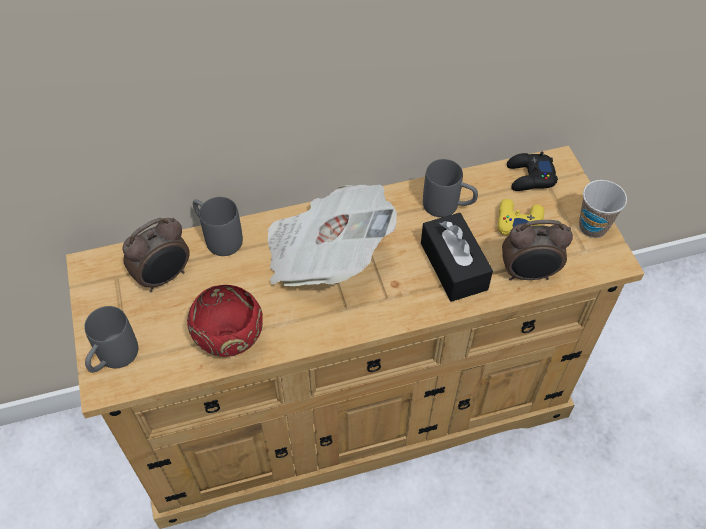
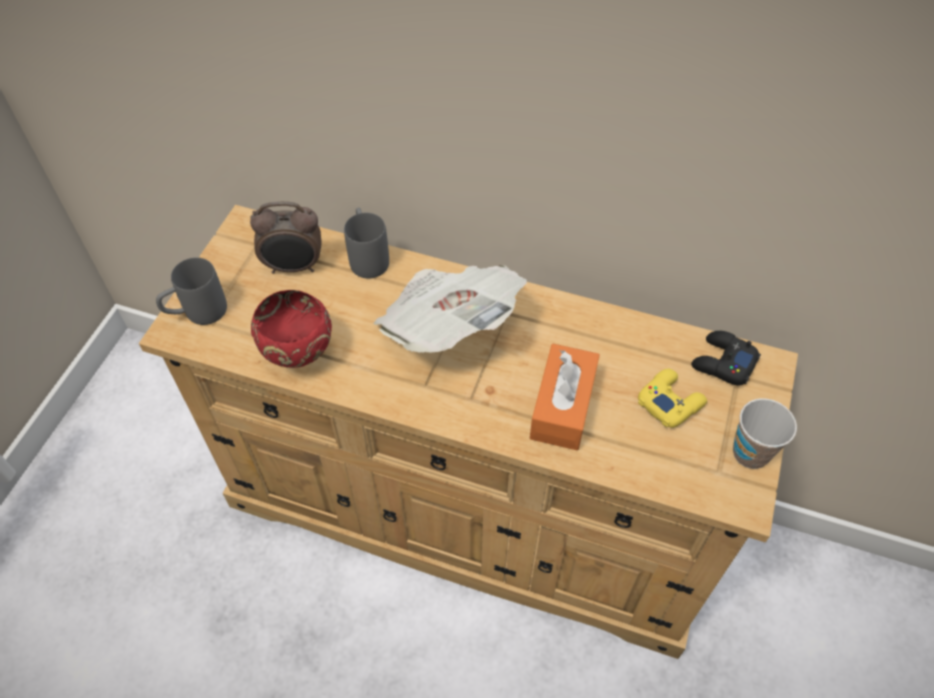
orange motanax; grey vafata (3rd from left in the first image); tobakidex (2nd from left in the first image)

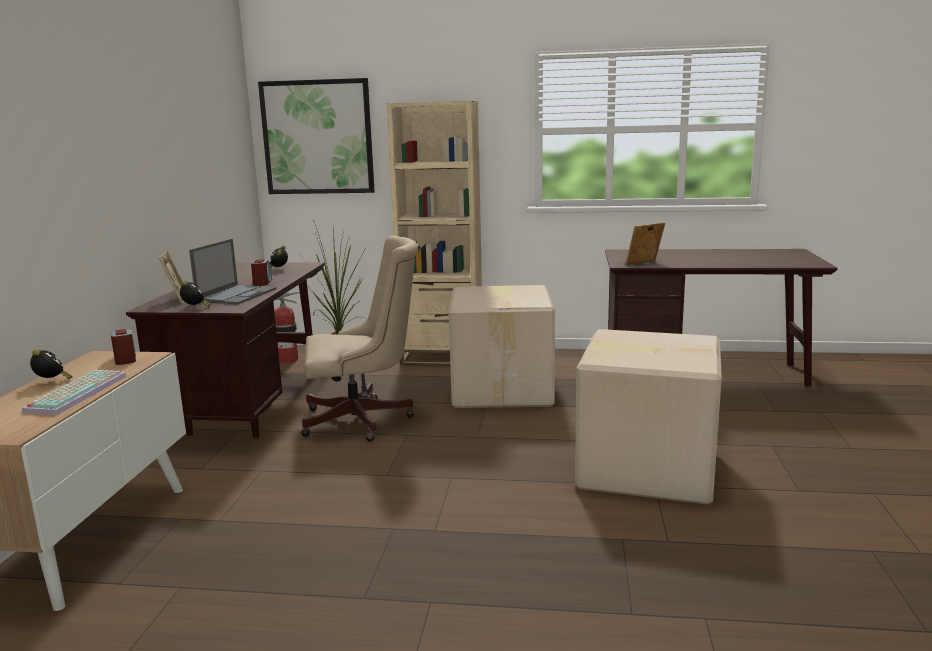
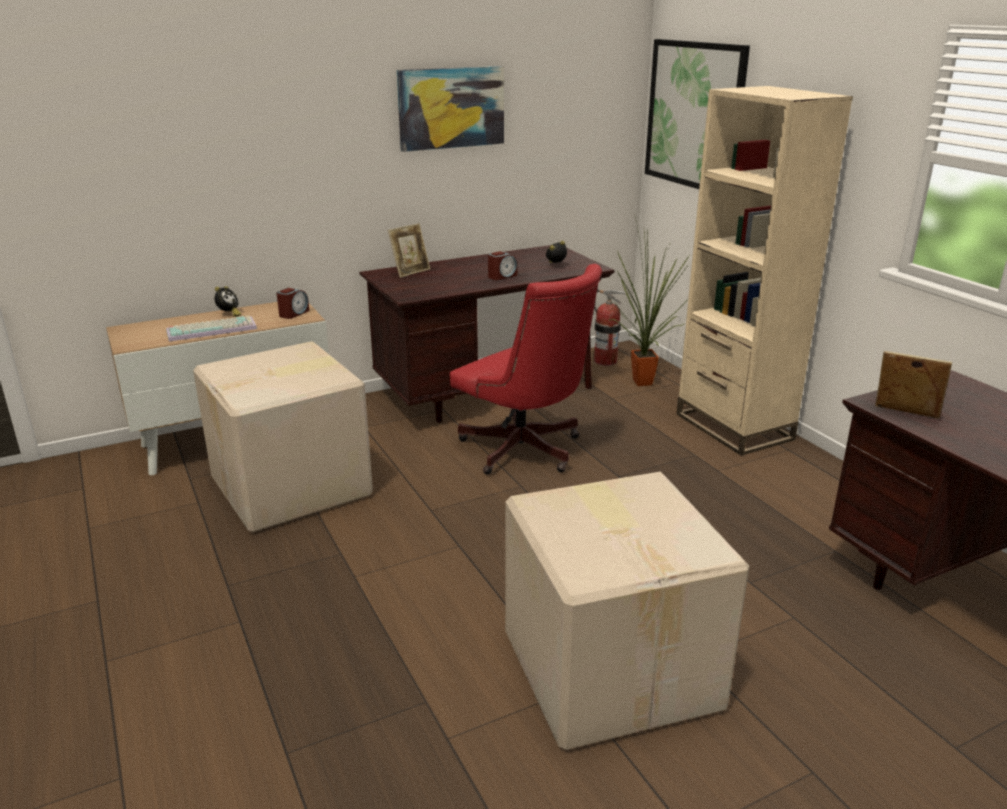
tobakidex (3rd from left in the first image); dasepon; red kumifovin; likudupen (1st from left); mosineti (1st from left)

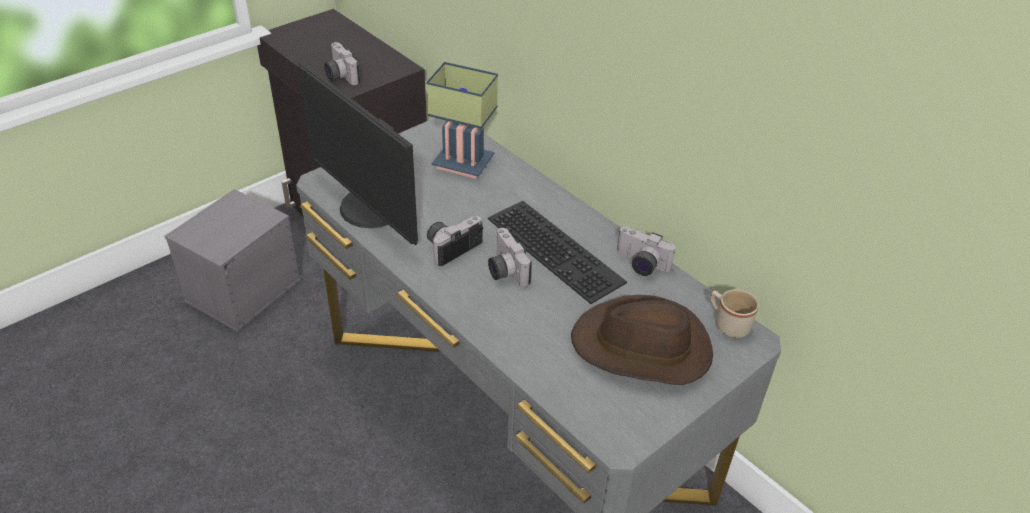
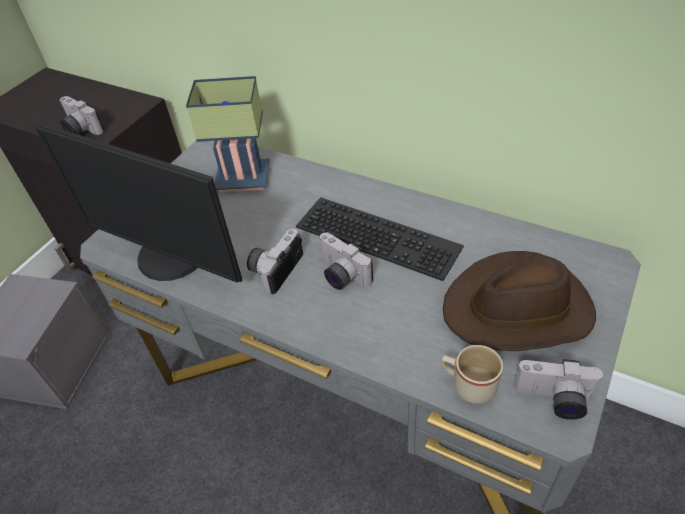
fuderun (4th from left); beige vafata

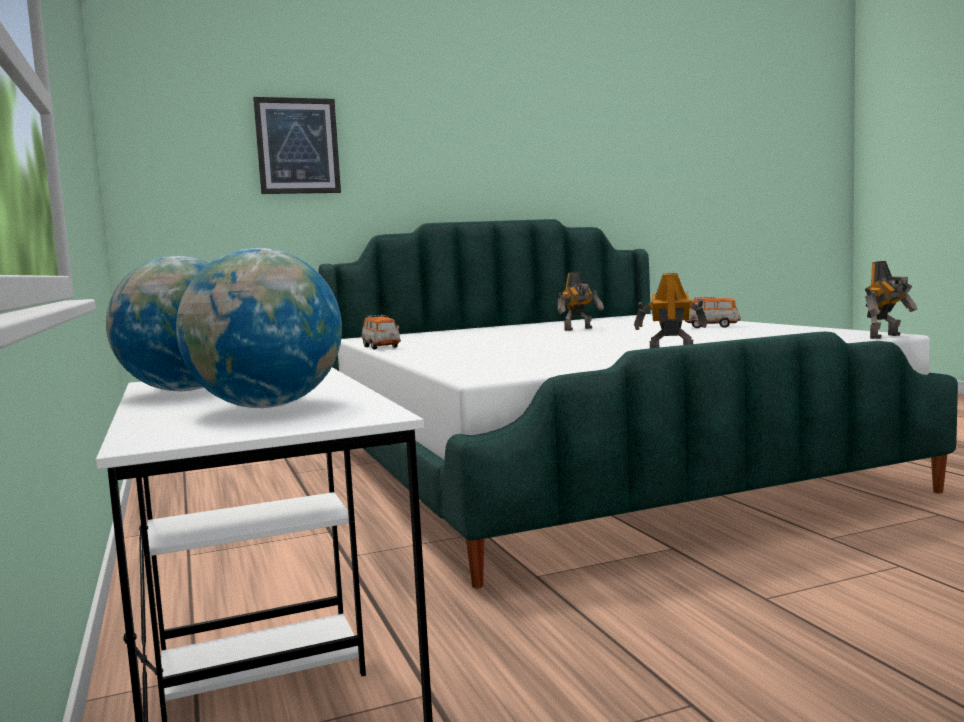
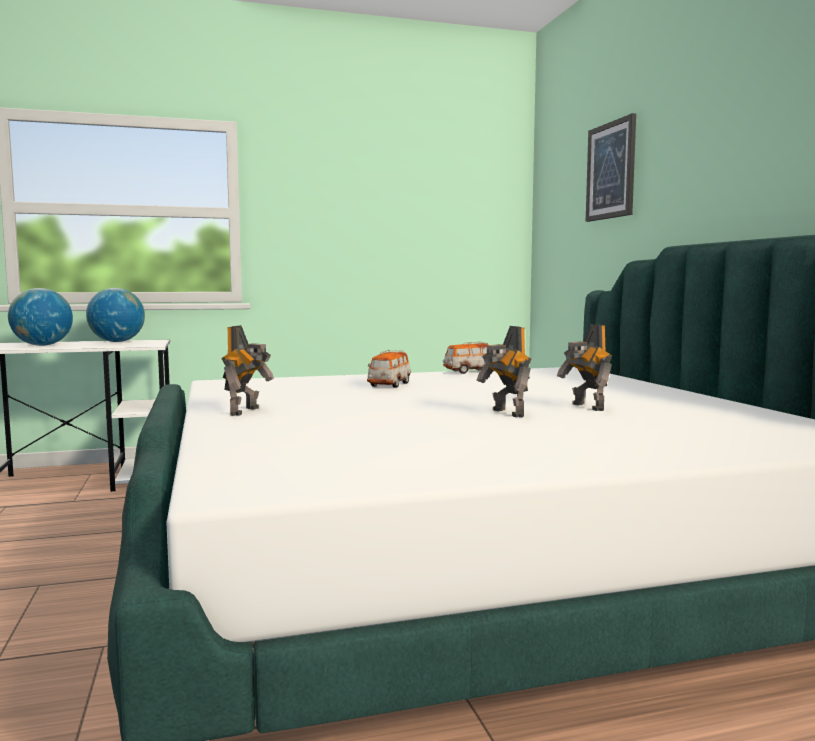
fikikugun (1st from left); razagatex (2nd from left)

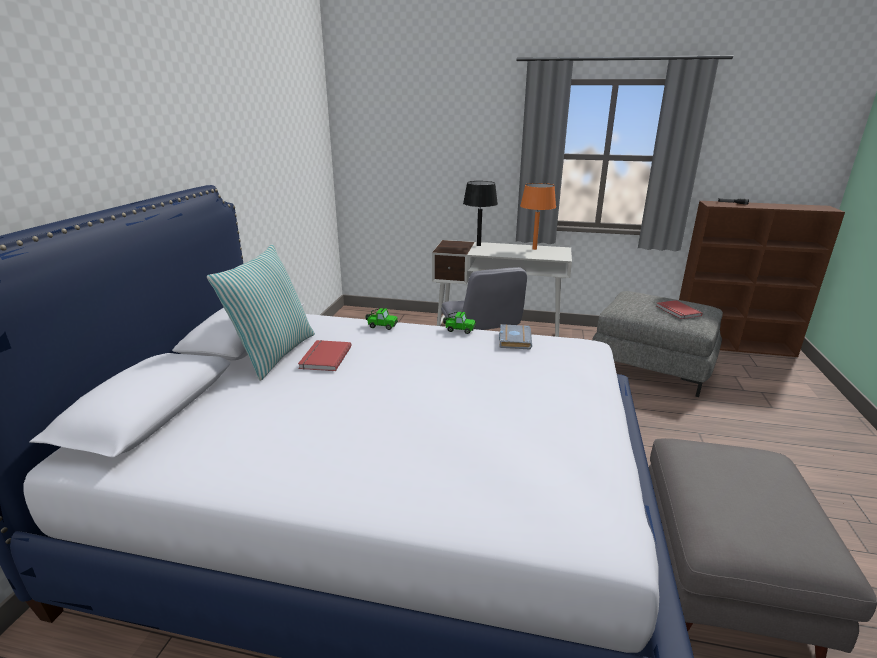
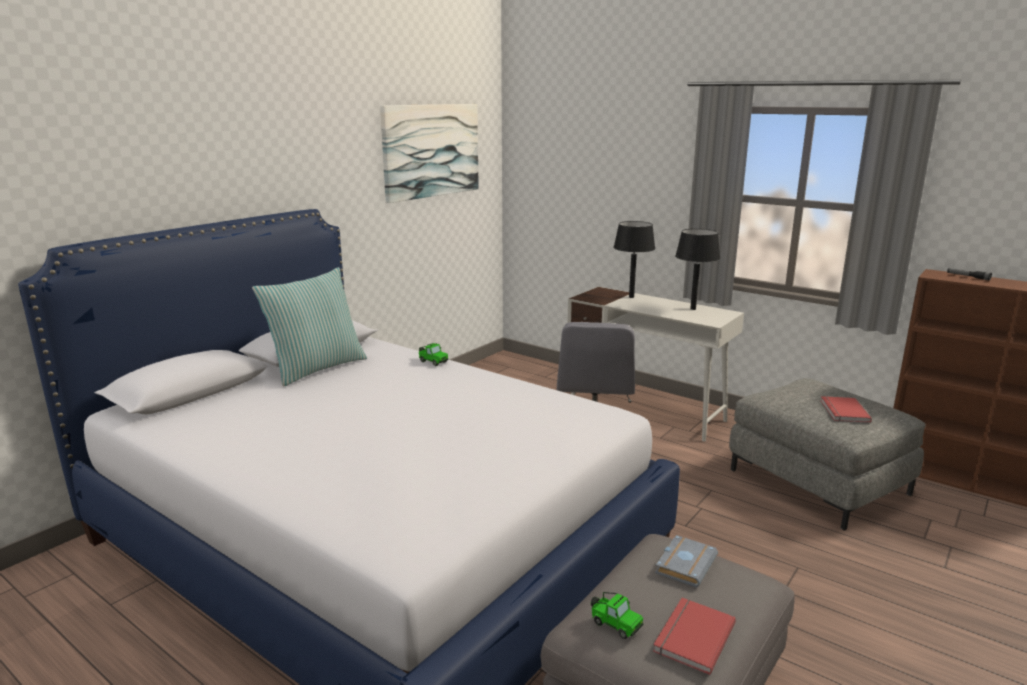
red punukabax (1st from left); fikikugun (2nd from left); grey punukabax; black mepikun (2nd from left); mosineti

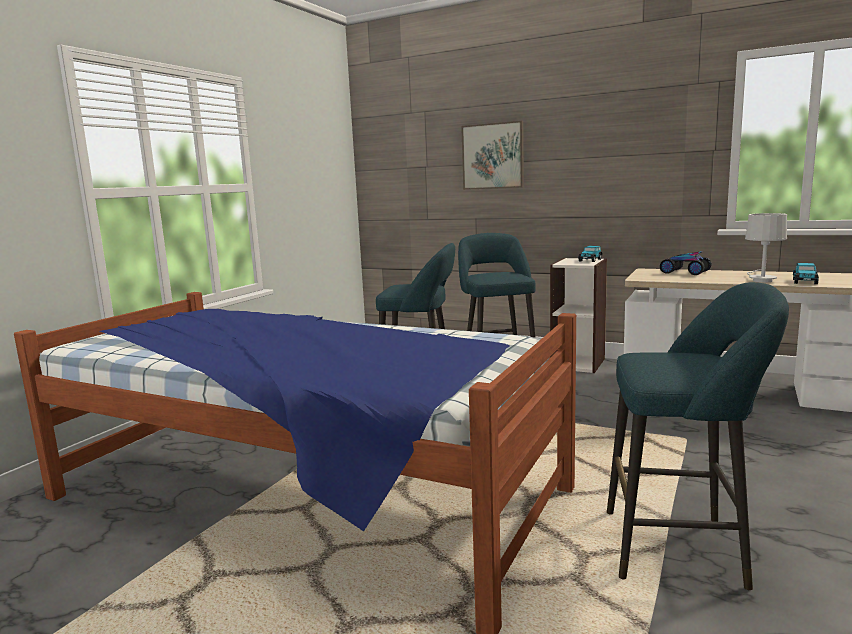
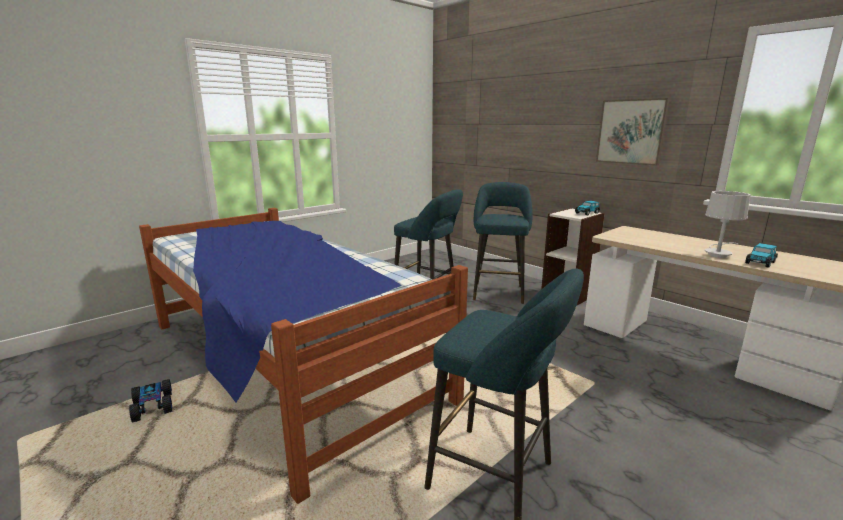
mosineti; fikikugun (1st from left)

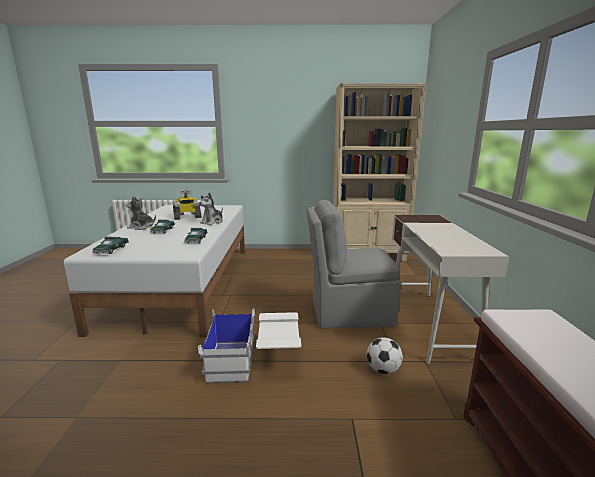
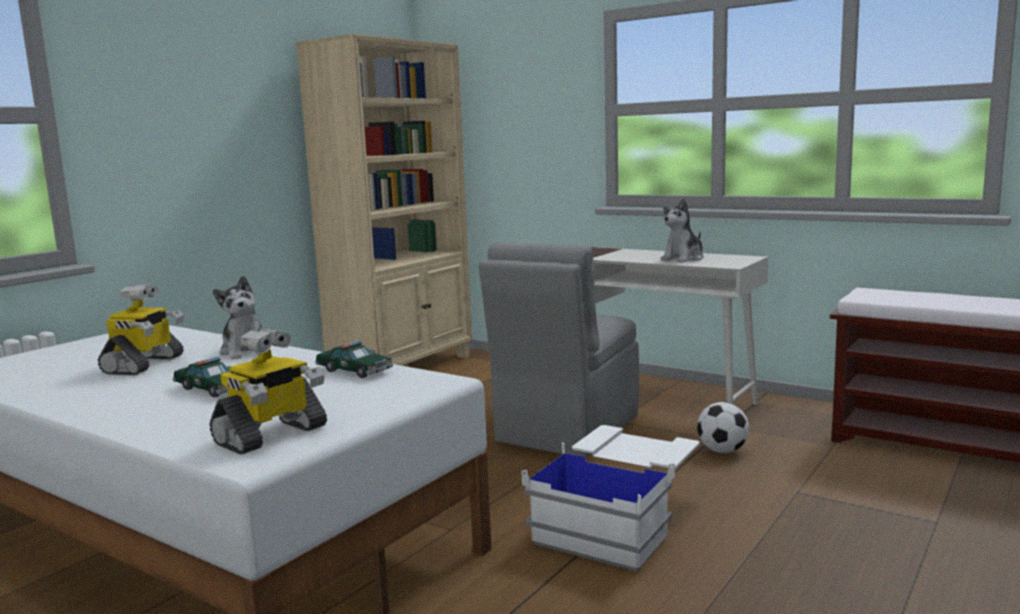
razagatex (2nd from left); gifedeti (2nd from left)

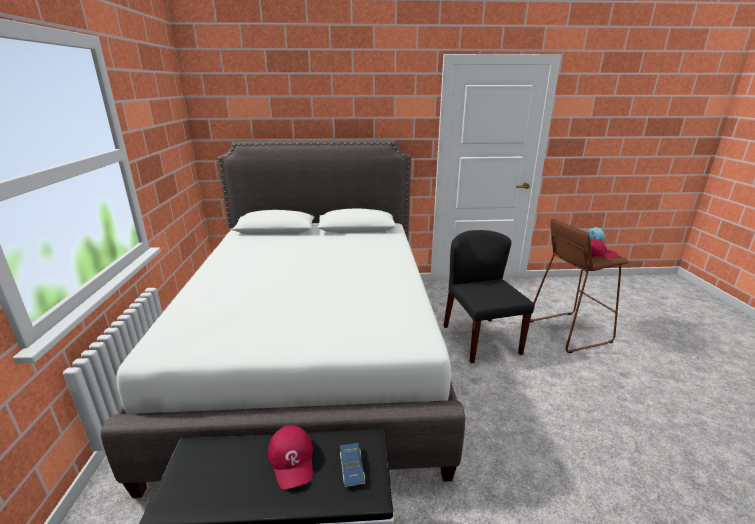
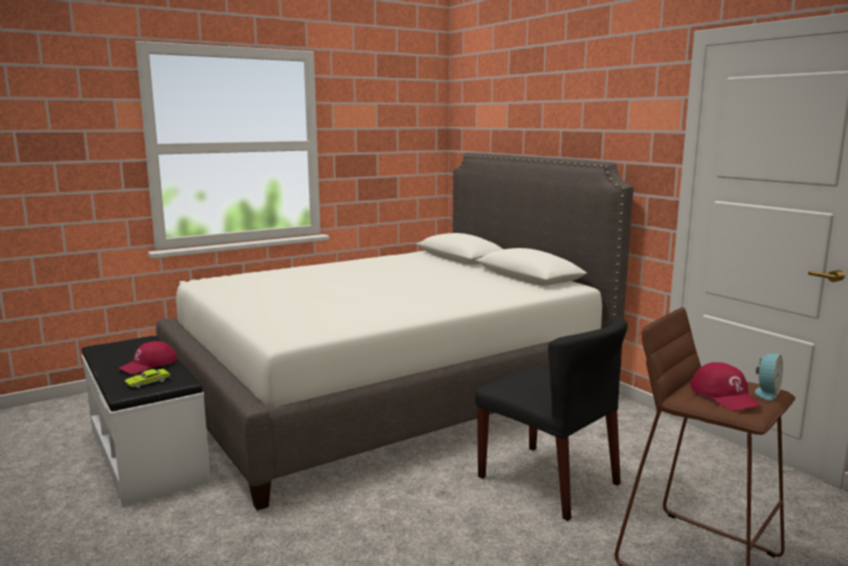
green fikikugun; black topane

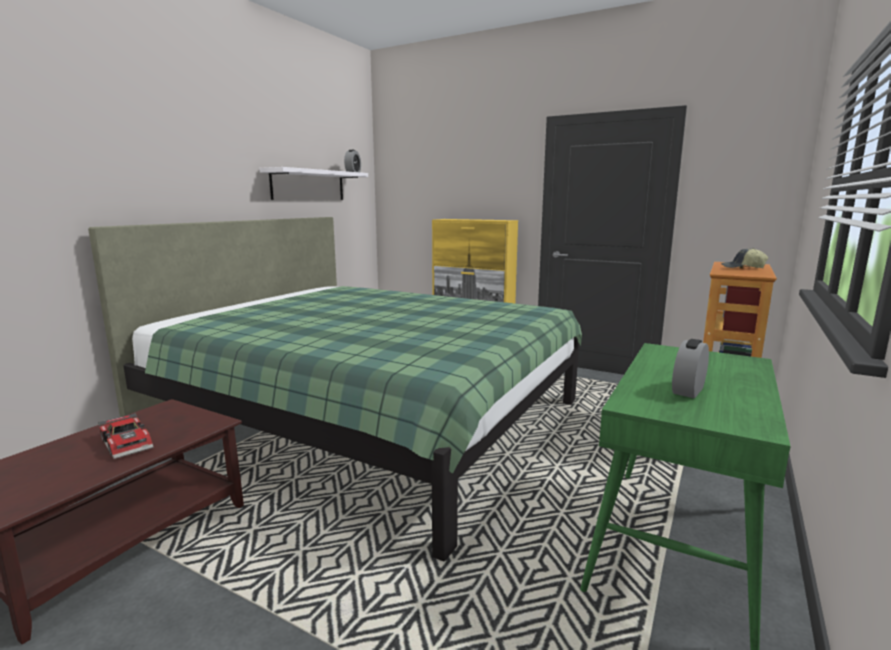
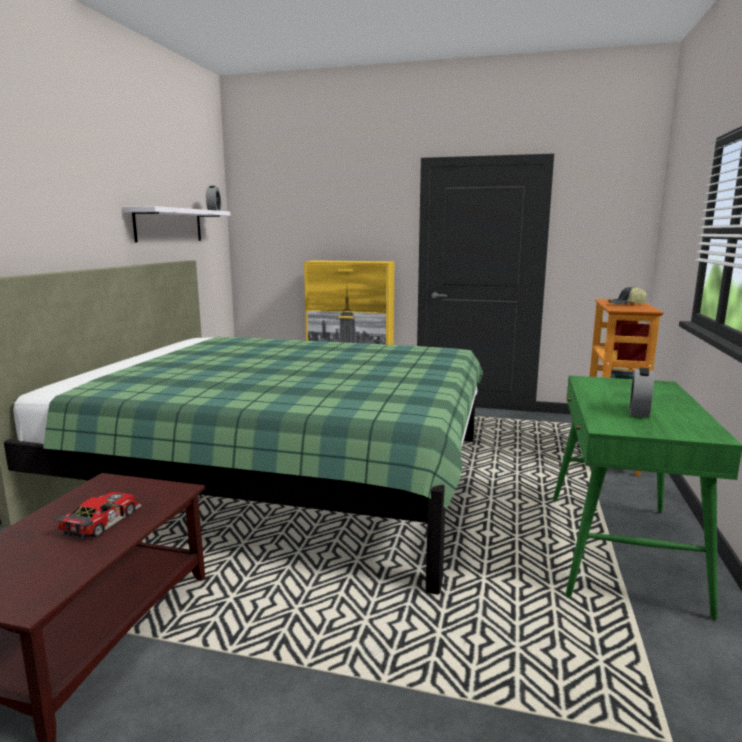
fikikugun

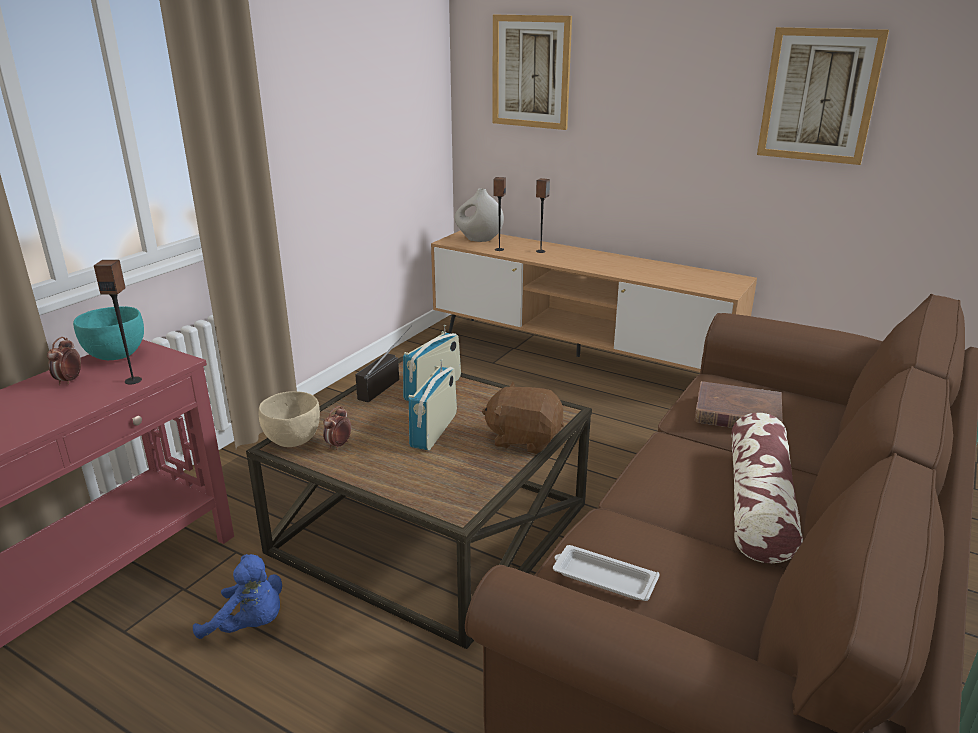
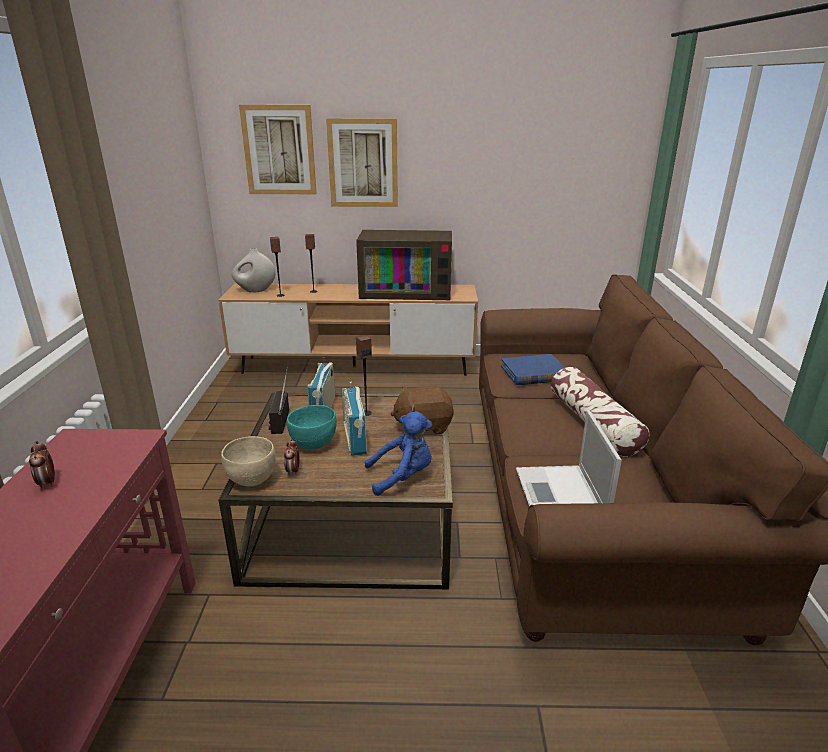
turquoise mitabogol; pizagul (3rd from left); blue gifedeti; dasepon; blue punukabax; mosineti (2nd from left); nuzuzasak

